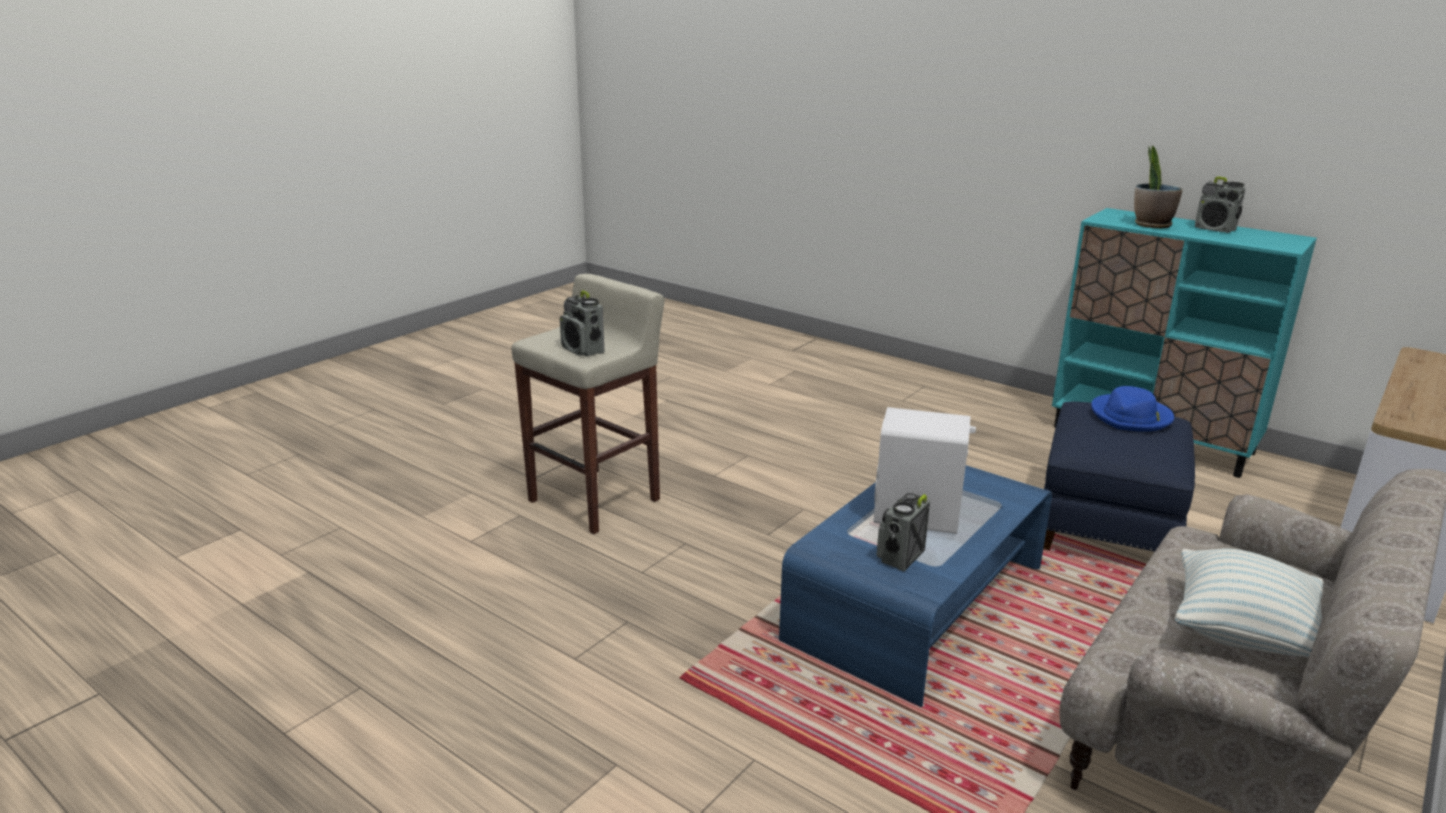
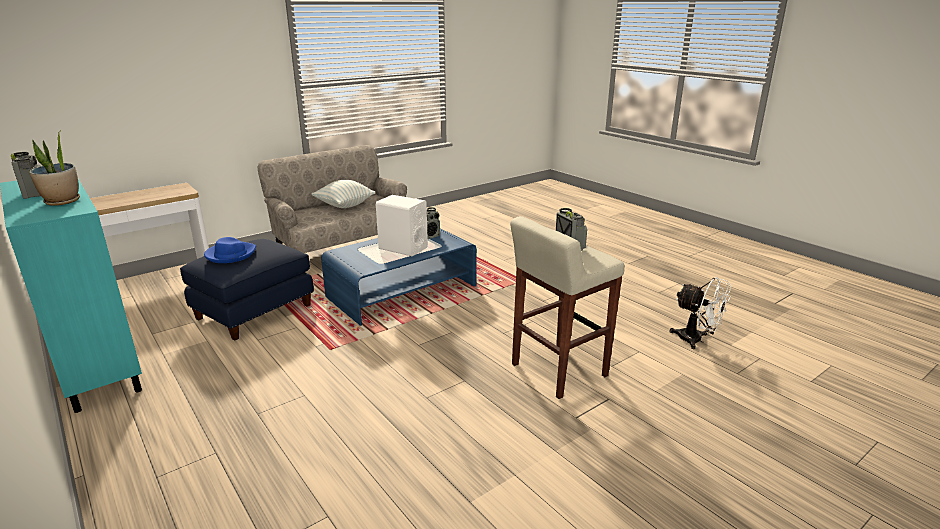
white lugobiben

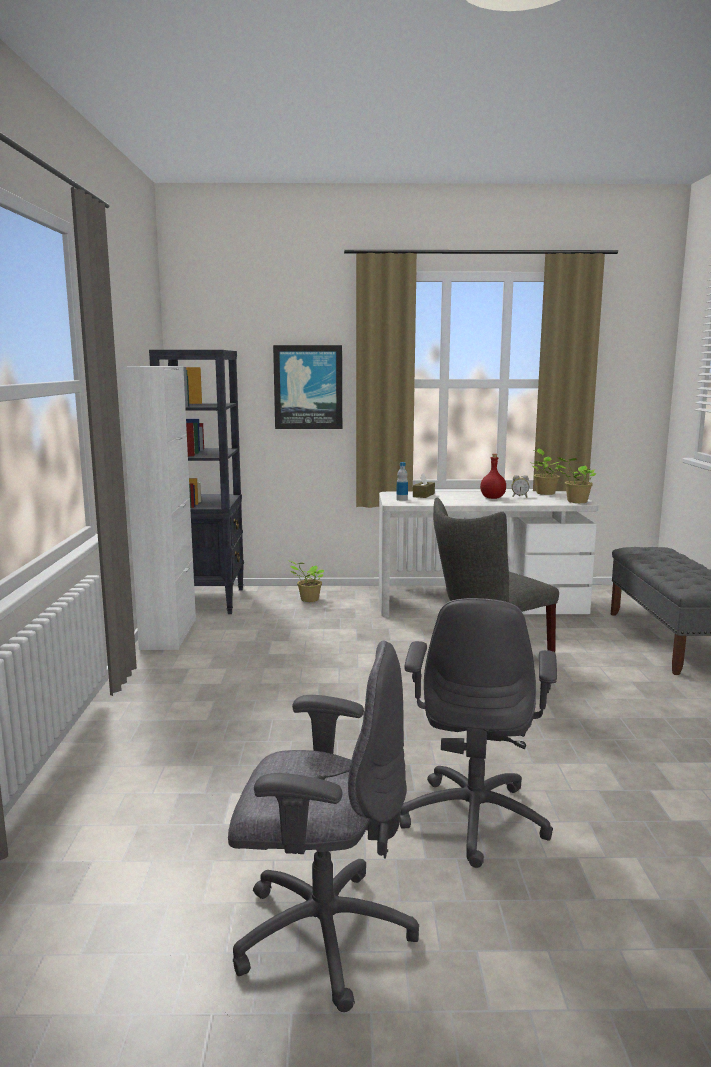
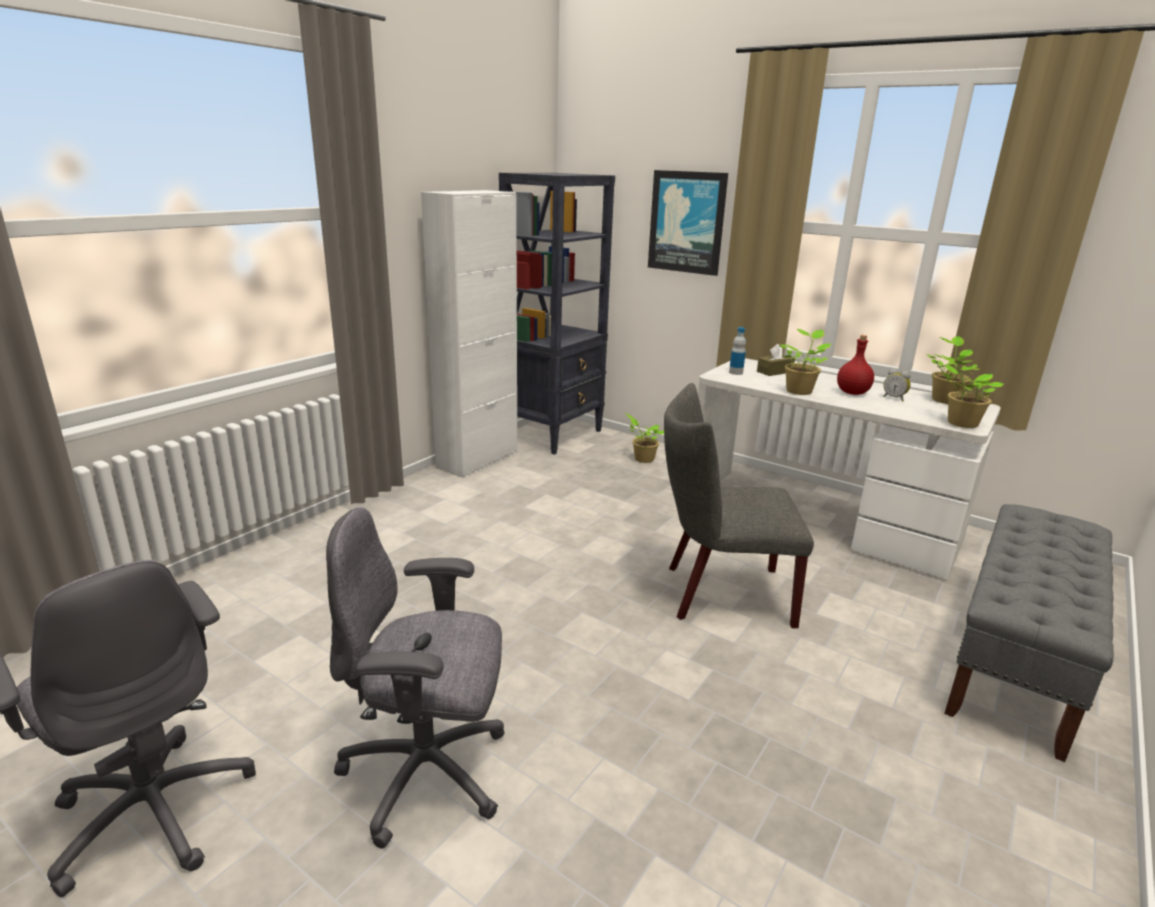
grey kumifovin (2nd from left); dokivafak (2nd from left)

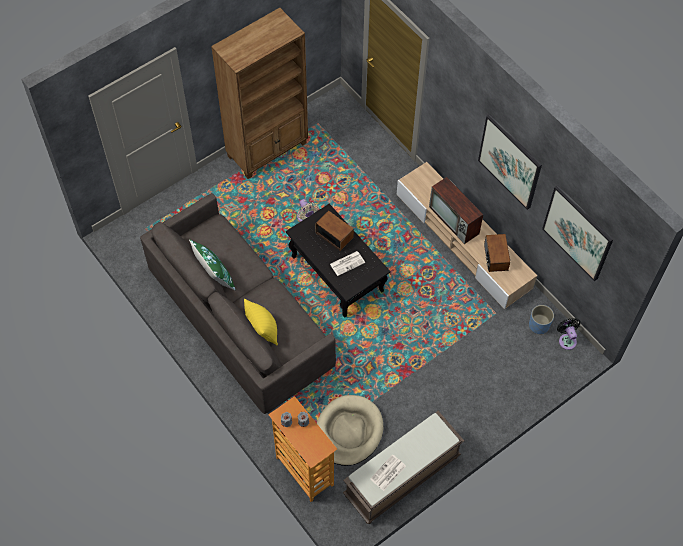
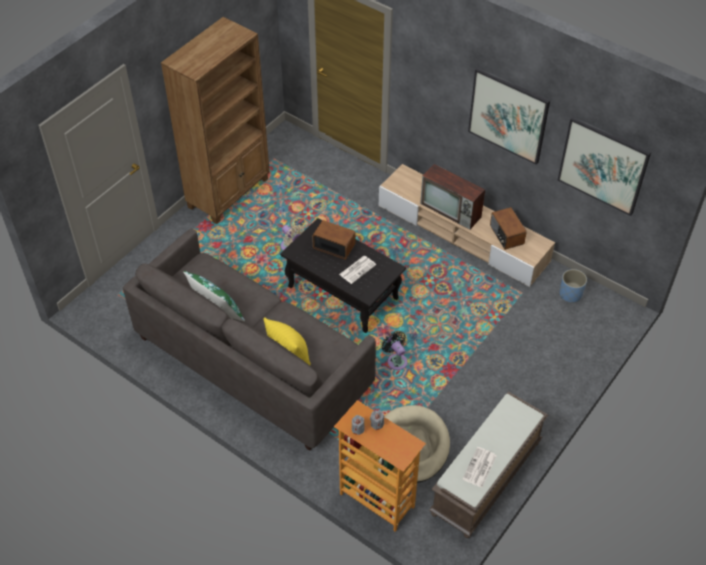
black lugobiben

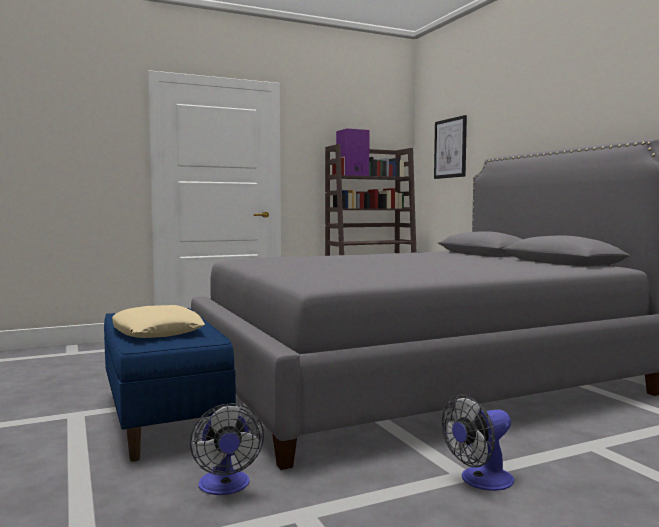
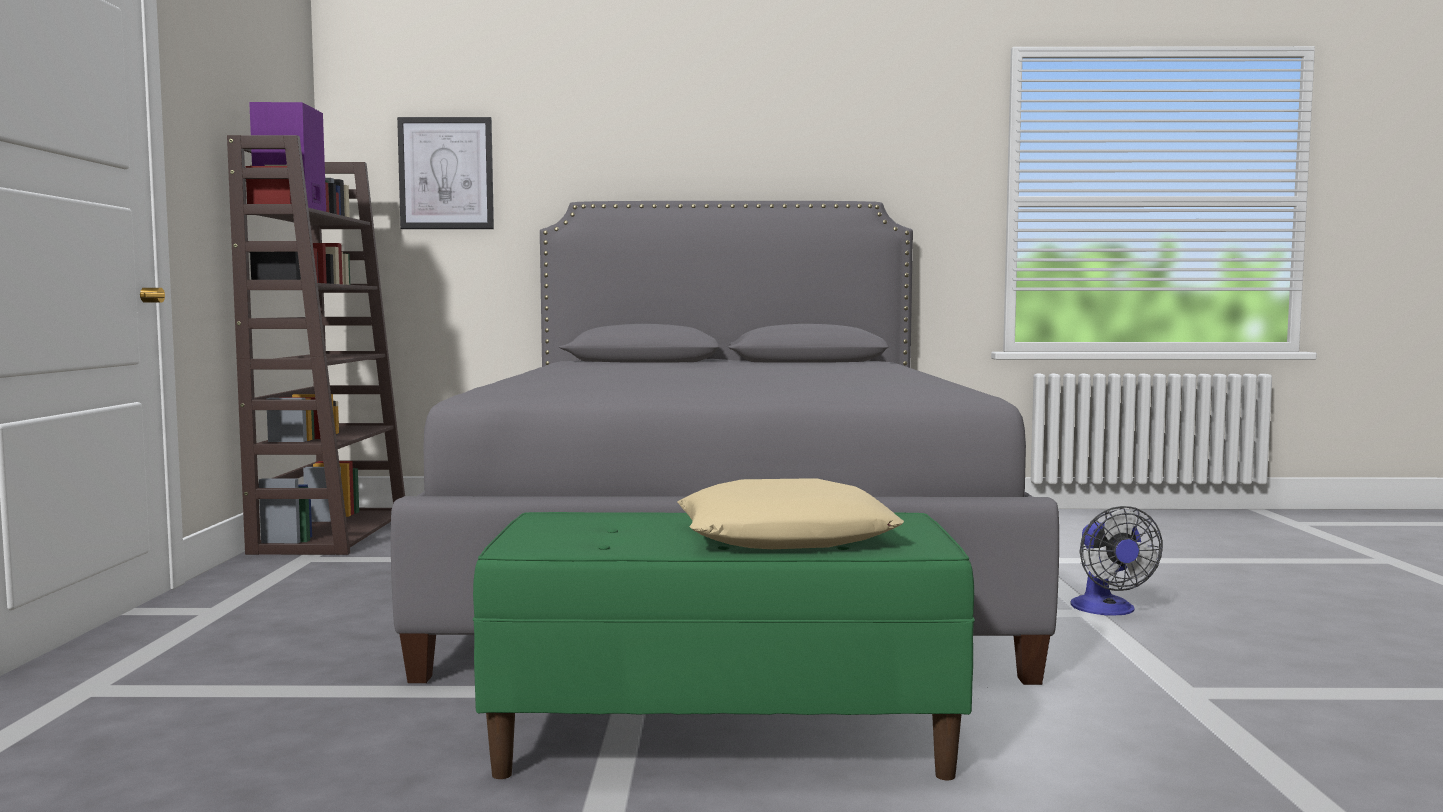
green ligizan; lugobiben (1st from left in the first image)

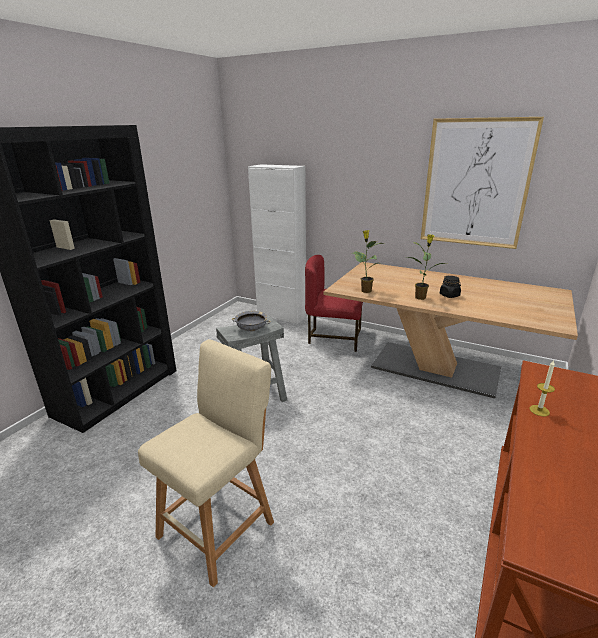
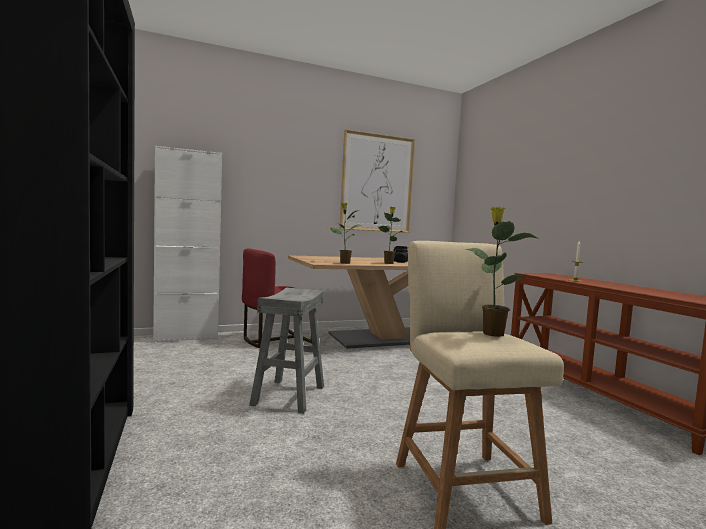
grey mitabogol; dokivafak (3rd from left)

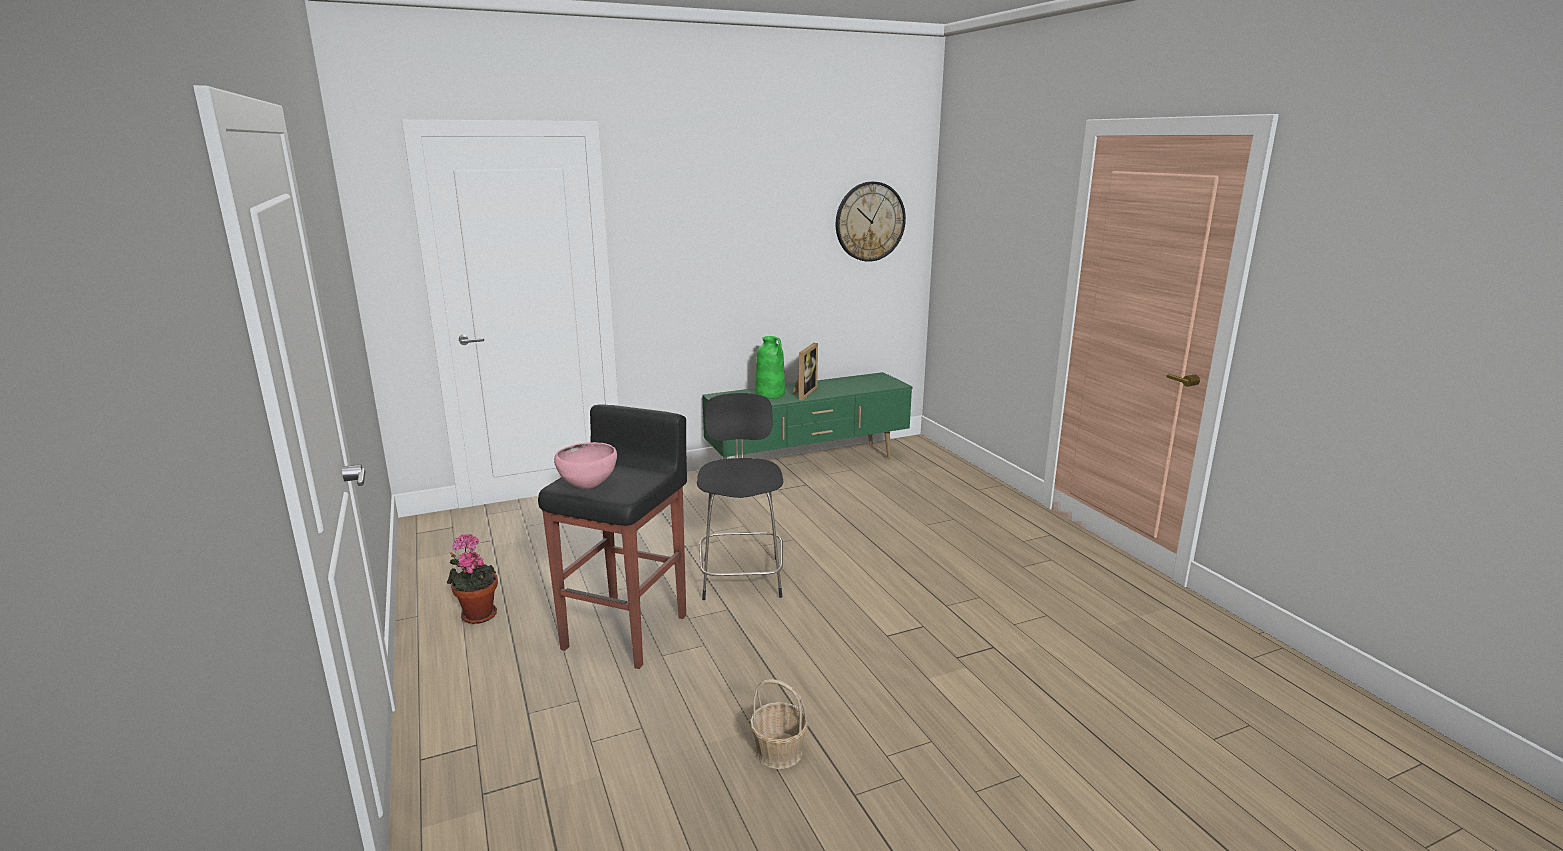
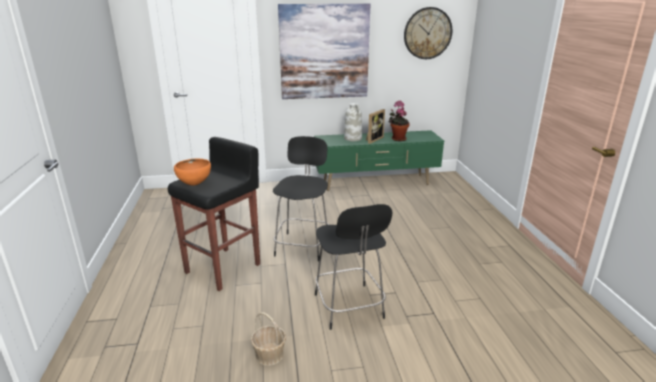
dokivafak; orange mitabogol; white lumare; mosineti; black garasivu (3rd from left)

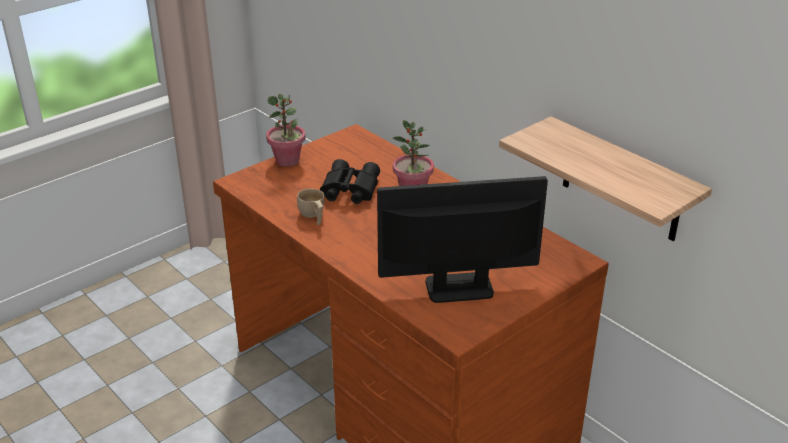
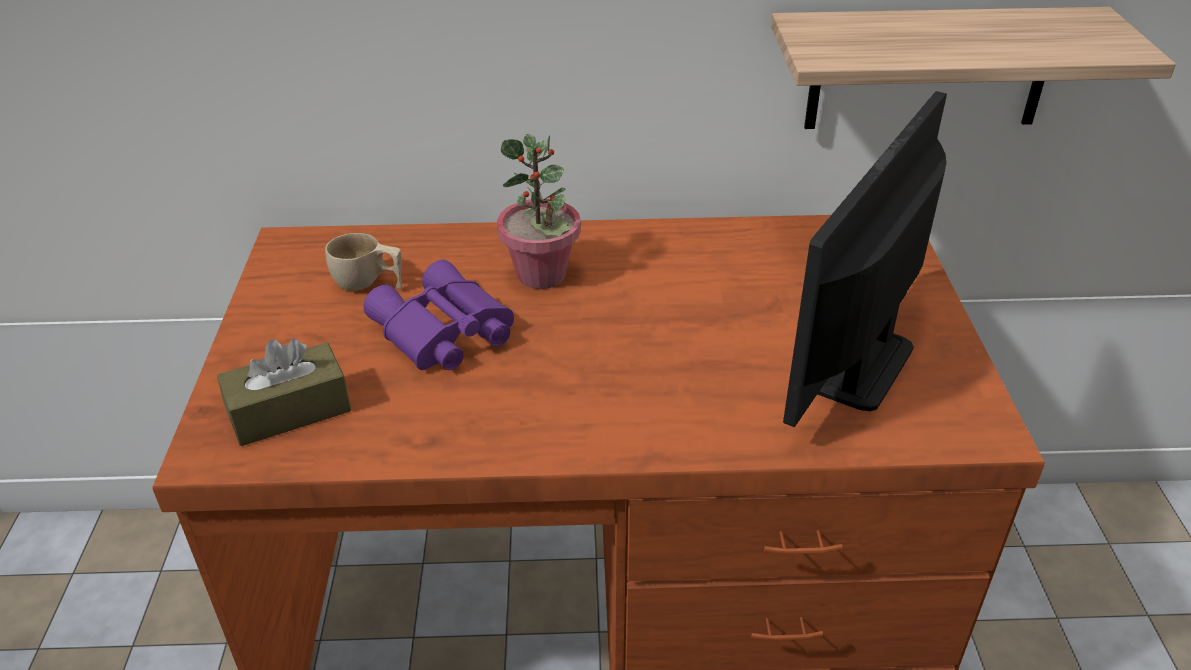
dokivafak (1st from left in the first image); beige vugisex; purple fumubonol; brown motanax

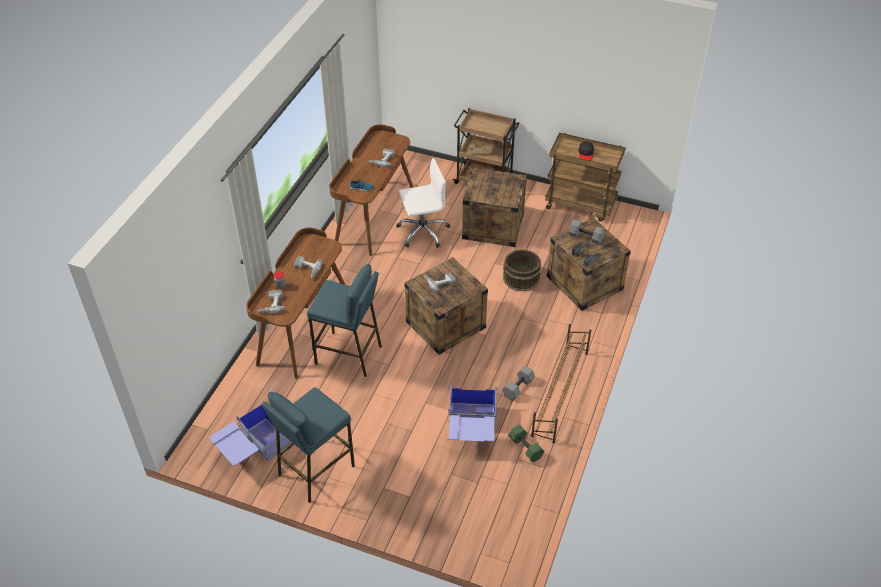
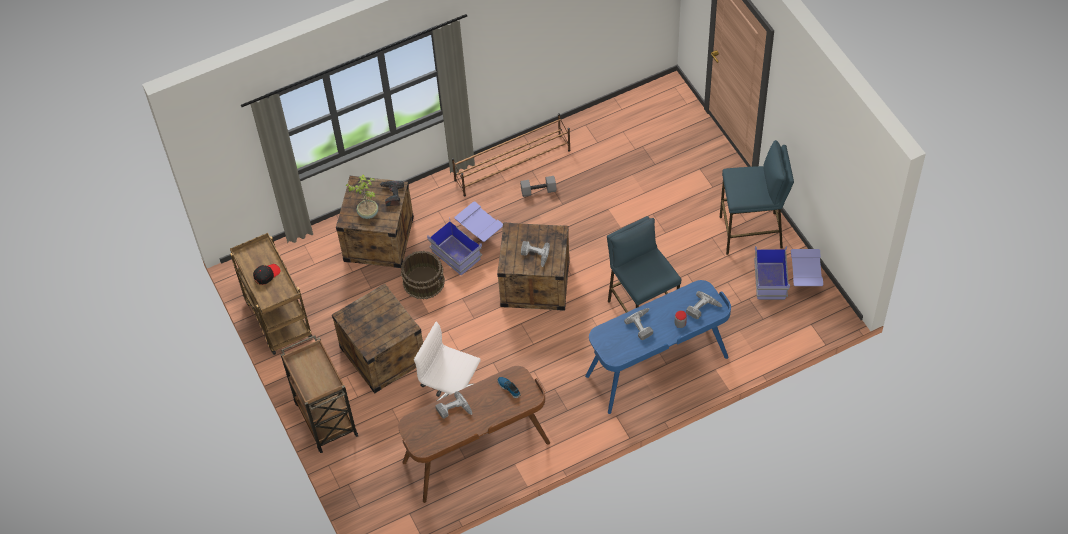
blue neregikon; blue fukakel (1st from left); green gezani; dokivafak

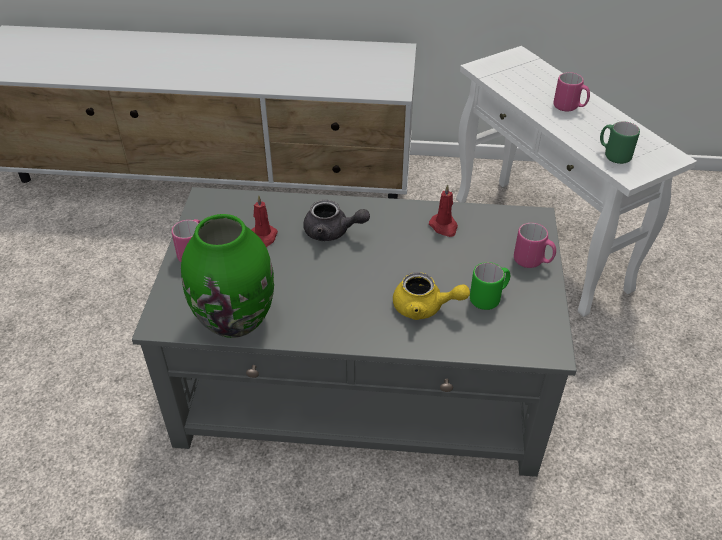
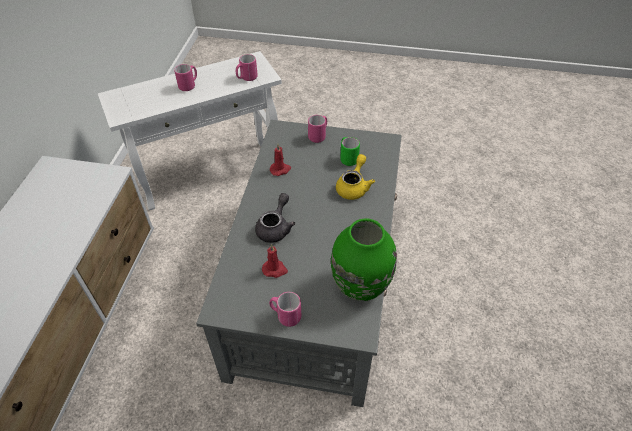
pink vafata (2nd from left)

